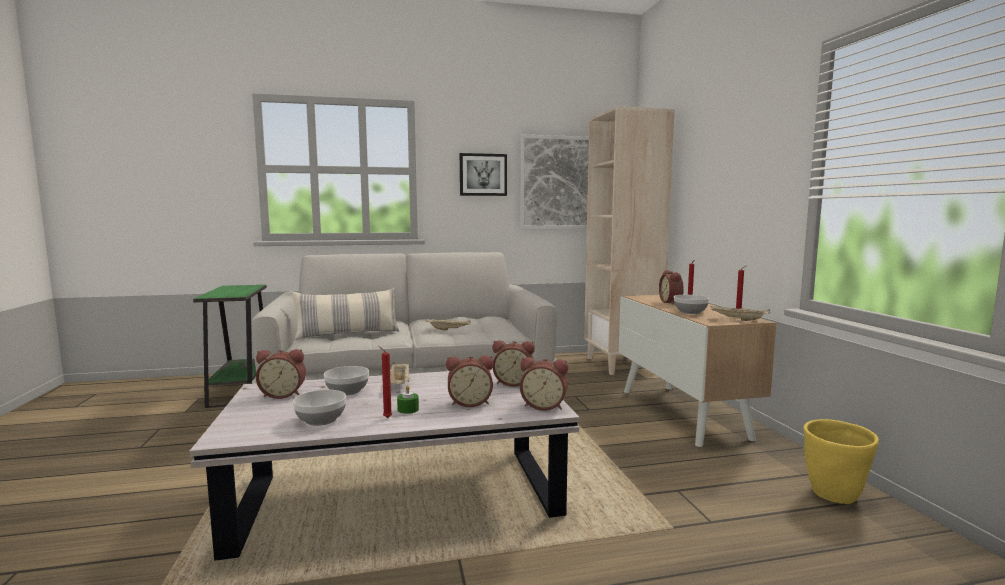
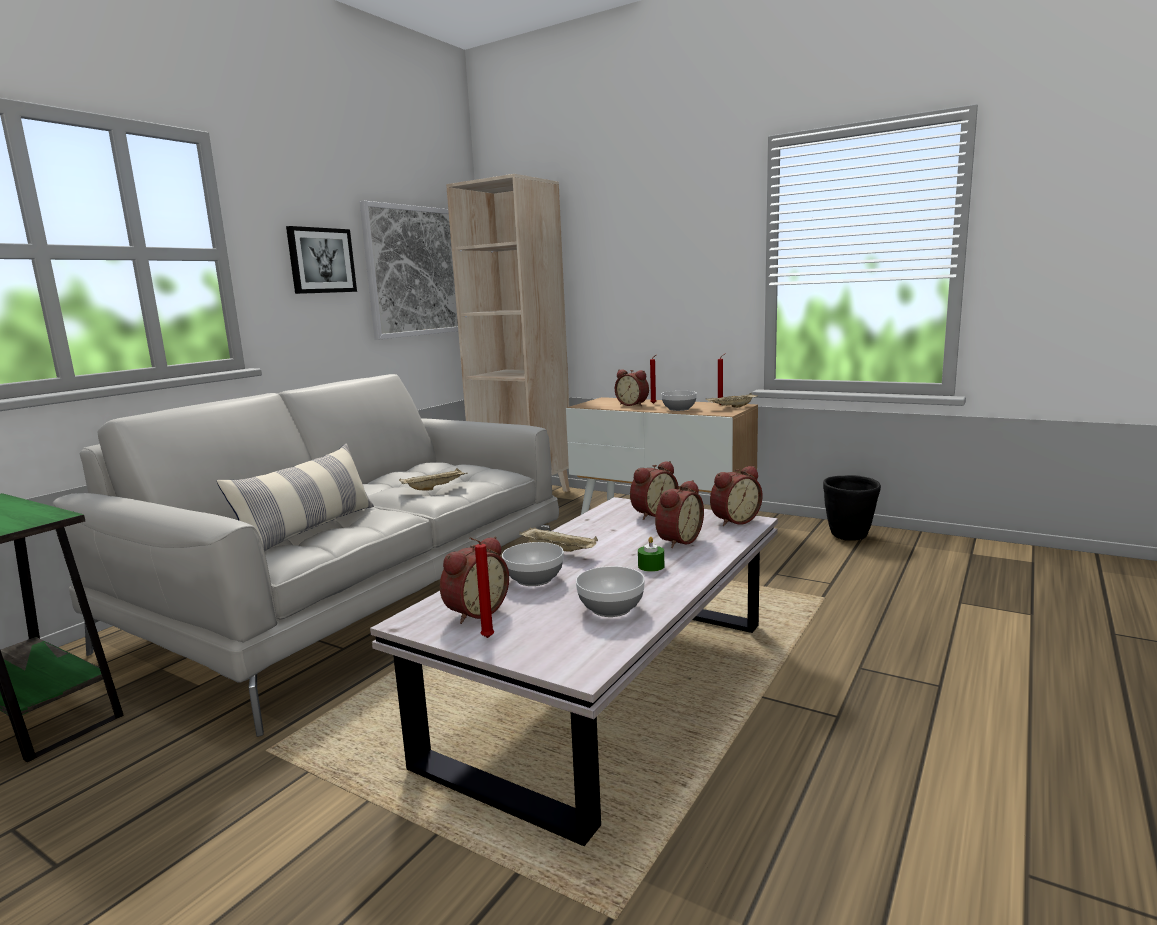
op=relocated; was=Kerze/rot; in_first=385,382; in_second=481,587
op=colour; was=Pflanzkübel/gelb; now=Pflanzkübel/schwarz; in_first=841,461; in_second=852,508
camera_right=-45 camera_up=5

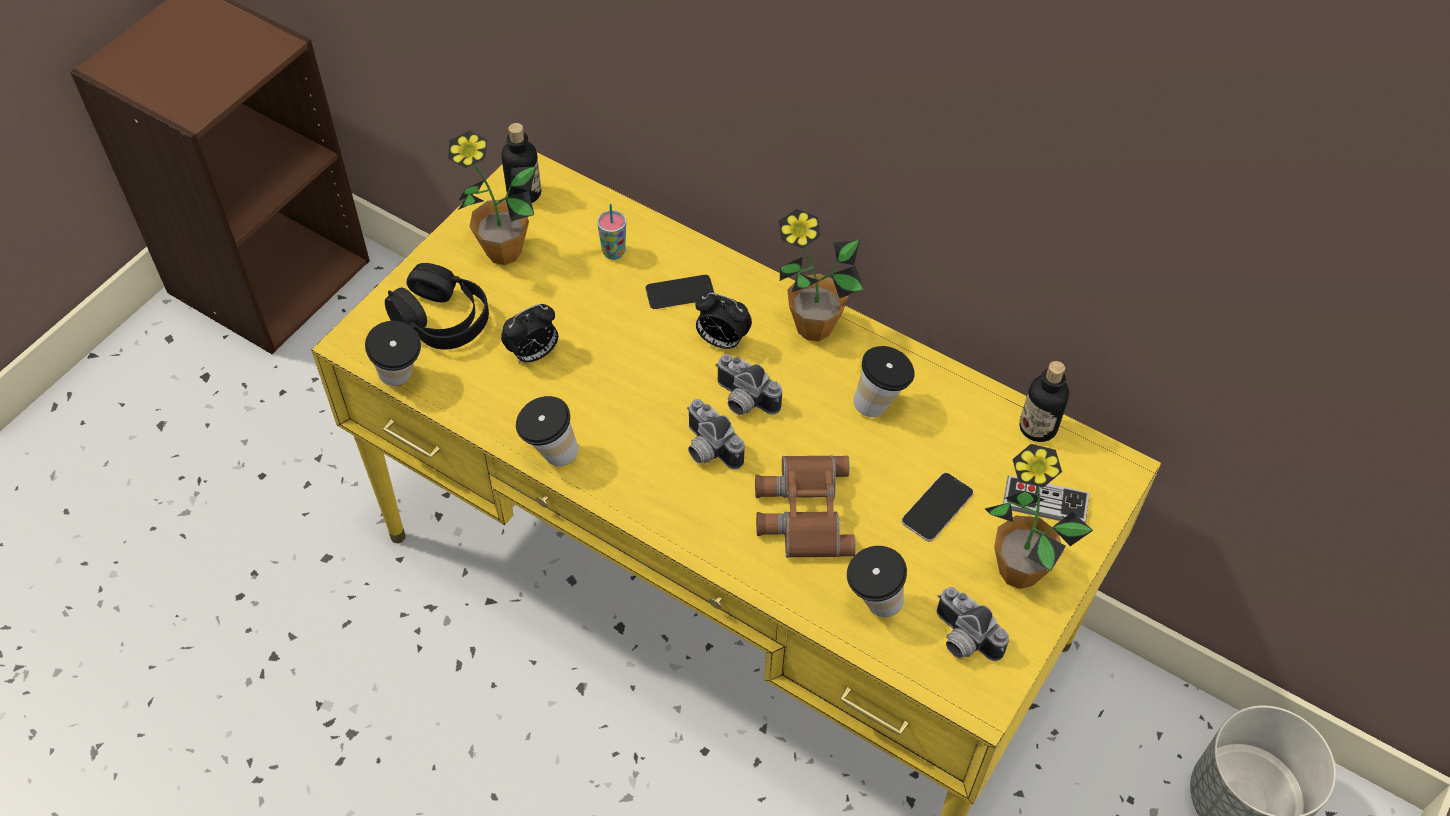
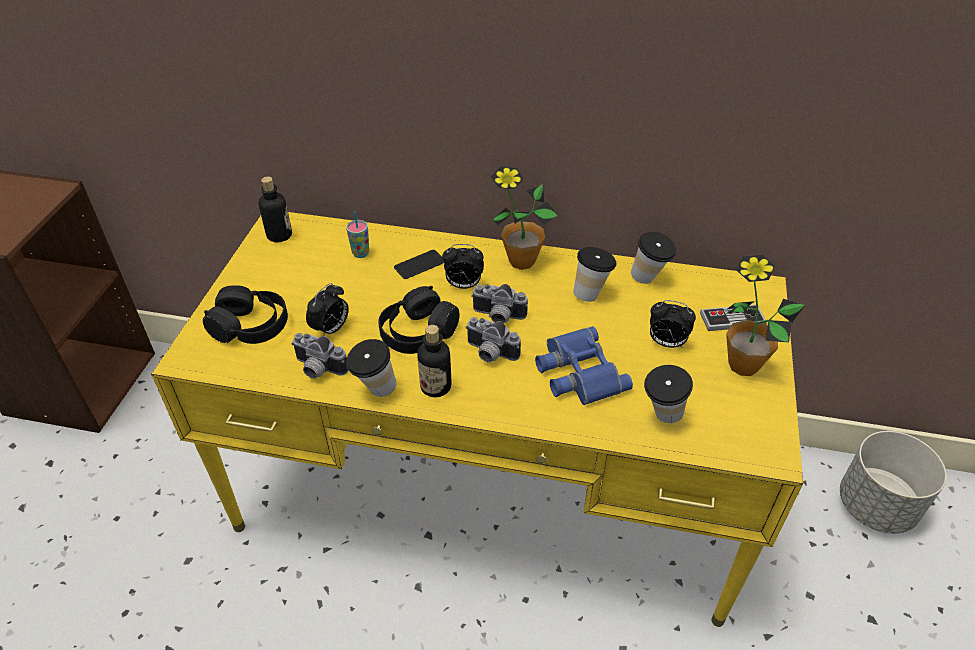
op=missing; was=Topfpflanze; in_first=492,198
op=relocated; was=Tasse; in_first=393,353; in_second=653,258
op=relocated; was=Flasche; in_first=1044,401; in_second=434,361
op=colour; was=Fernglas/braun; now=Fernglas/blau; in_first=805,506; in_second=584,365
op=exchanged; was=Handy; now=Wecker; in_first=938,507; in_second=673,324
op=relocated; was=Kamera; in_first=973,624; in_second=319,356
op=appeared; now=Kopfhörer/schwarz; in_second=419,320
camera_right=-20 camera_up=-10

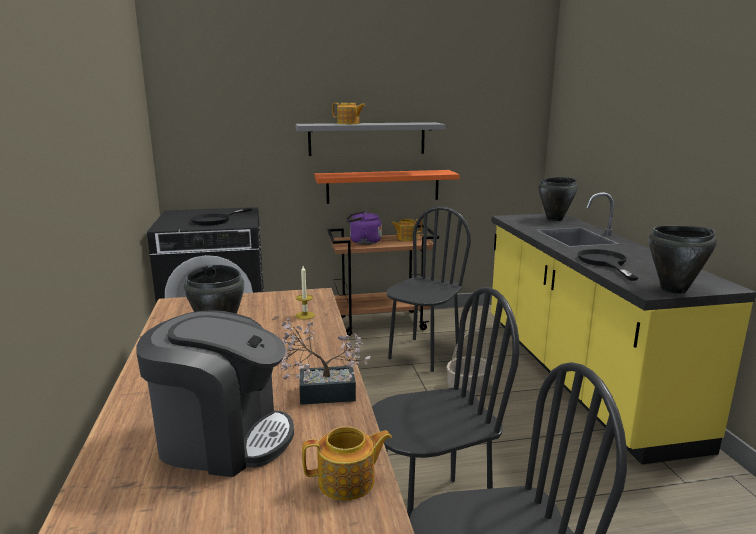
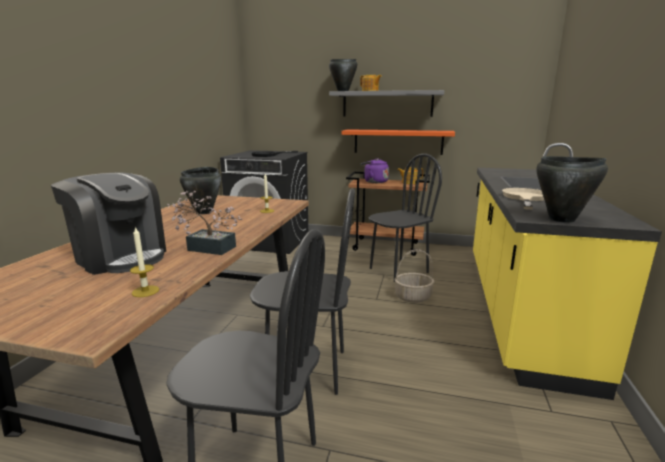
op=relocated; was=Kochtopf/schwarz; in_first=558,199; in_second=343,75
op=colour; was=Pfanne/schwarz; now=Pfanne/beige; in_first=607,265; in_second=523,199
op=exchanged; was=Teekanne; now=Kerze; in_first=347,463; in_second=144,262
camera_right=25 camera_up=0

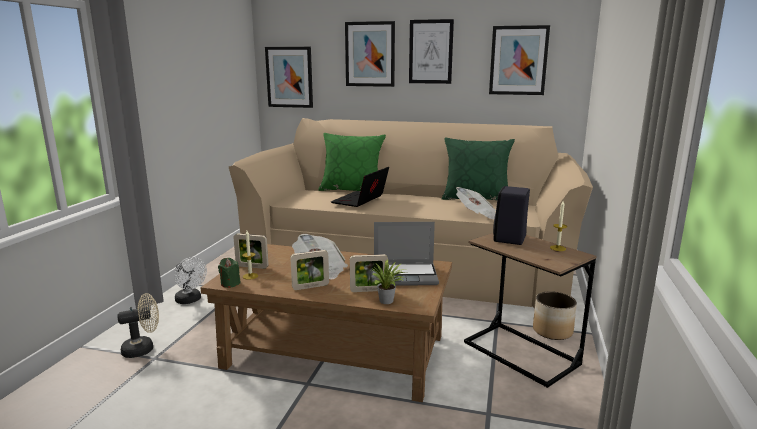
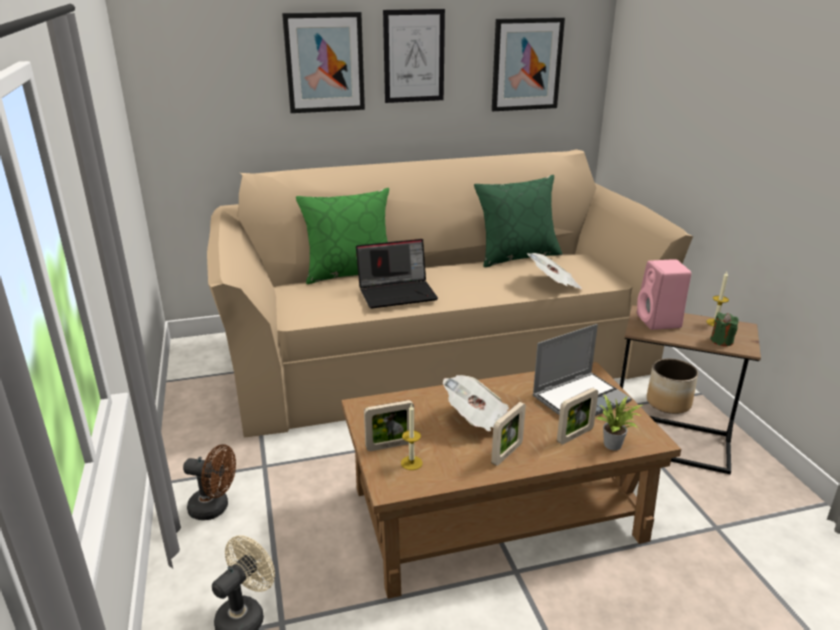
op=missing; was=Bild; in_first=289,77
op=spun; was=Laptop; in_first=360,187; in_second=397,274; clockwise=-105
op=colour; was=Lautsprecher/schwarz; now=Lautsprecher/rosa; in_first=511,215; in_second=664,294
op=colour; was=Ventilator/weiß; now=Ventilator/braun; in_first=190,280; in_second=209,482
op=relocated; was=Kerze/grün; in_first=229,273; in_second=724,329
camera_right=-30 camera_up=10

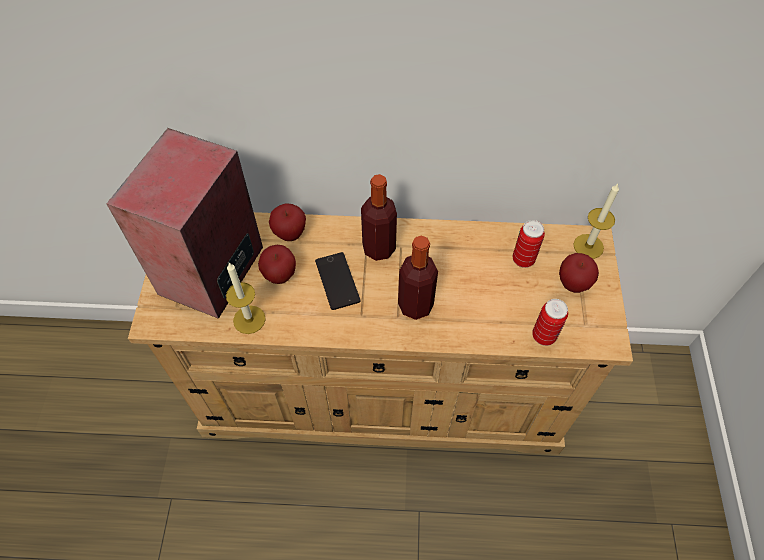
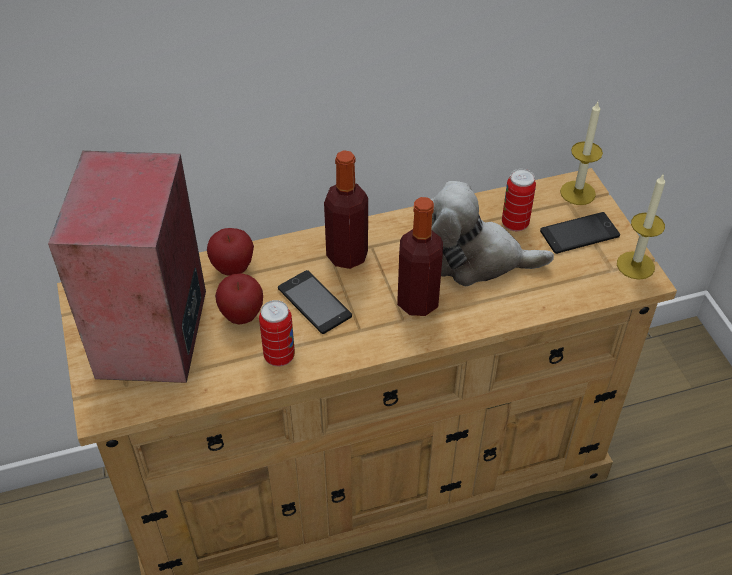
op=exchanged; was=Apfel; now=Handy; in_first=579,273; in_second=580,233
op=relocated; was=Kerze; in_first=246,298; in_second=641,226
op=relocated; was=Dose; in_first=550,322; in_second=277,333
op=appeared; now=Plüschtier; in_second=492,233
camera_right=-20 camera_up=-10

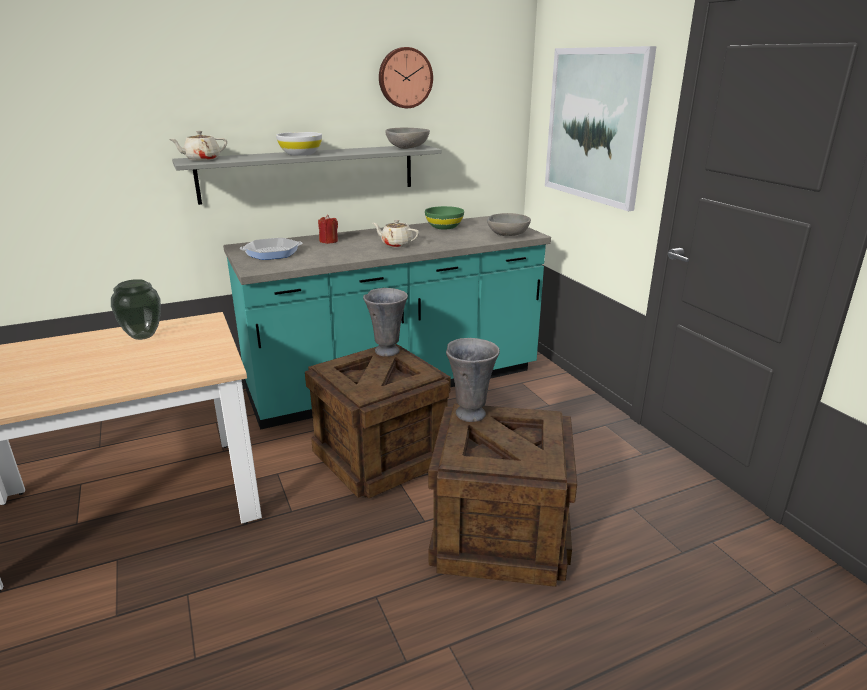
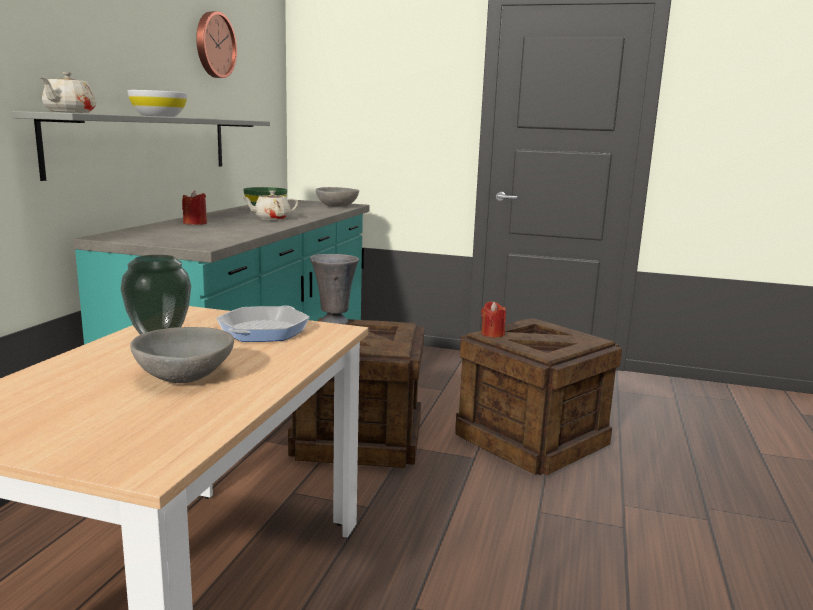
op=missing; was=Bild; in_first=601,128
op=relocated; was=Schüssel/grau; in_first=407,138; in_second=182,355
op=relocated; was=Pfanne; in_first=270,249; in_second=263,324
op=exchanged; was=Vase/grau; now=Kerze/rot; in_first=473,380; in_second=493,319
camera_right=-50 camera_up=-10

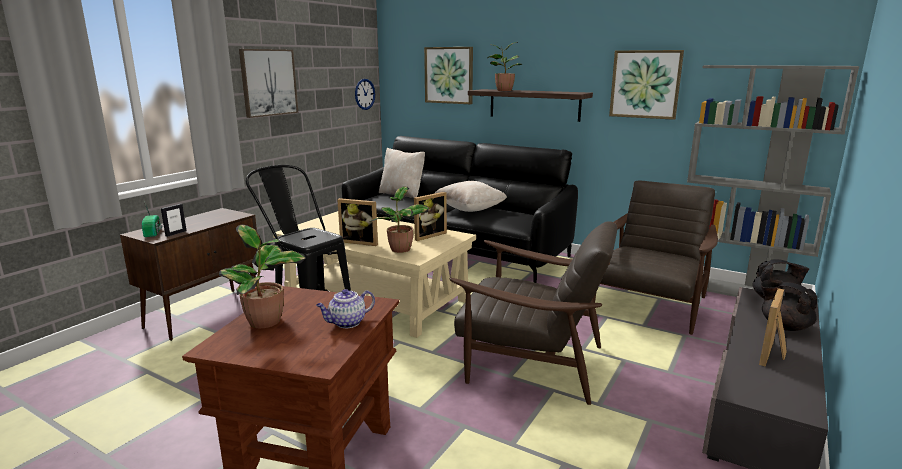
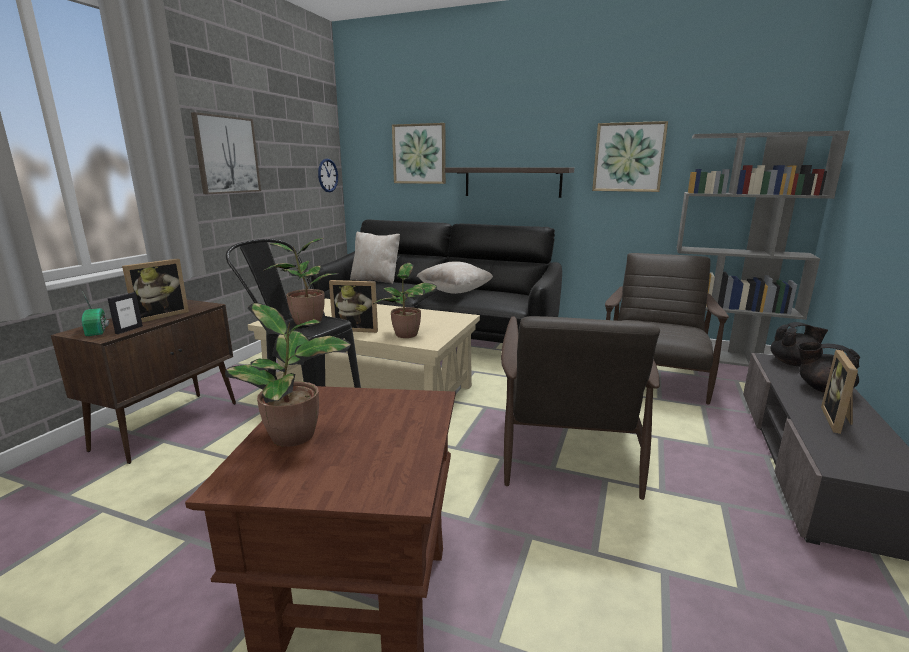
op=relocated; was=Topfpflanze; in_first=504,66; in_second=301,281
op=relocated; was=Bilderrahmen; in_first=430,216; in_second=155,290
op=spun; was=Sessel/braun; in_first=533,313; in_second=580,408; clockwise=90
op=missing; was=Teekanne; in_first=345,308
camera_right=-10 camera_up=0

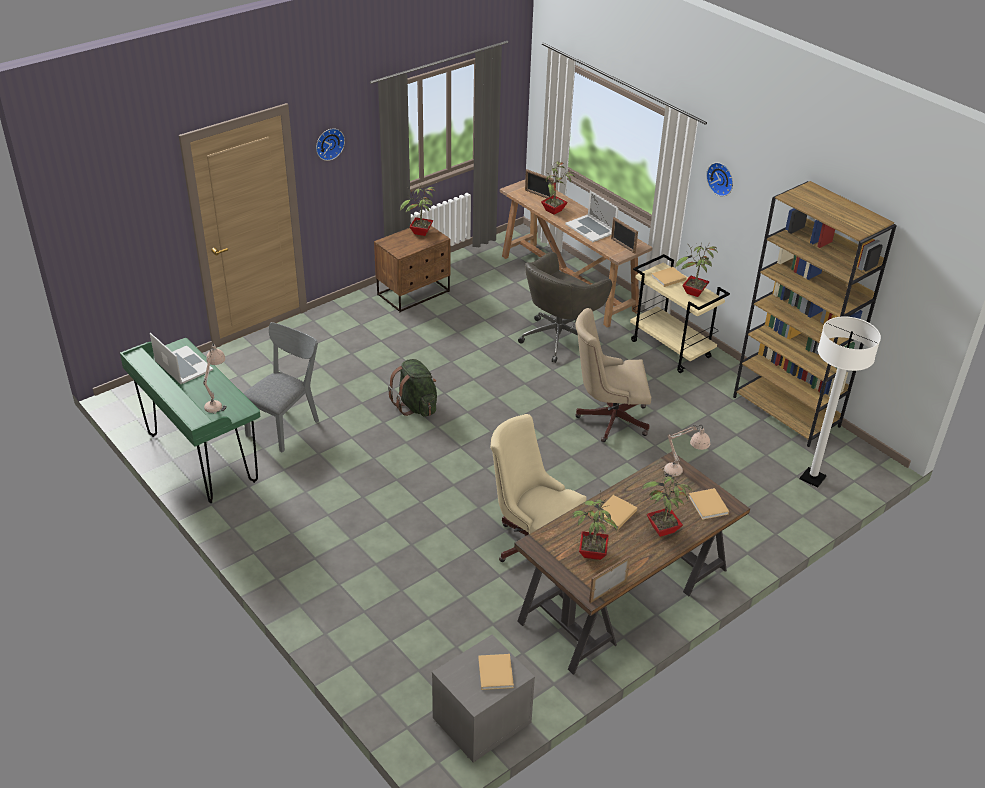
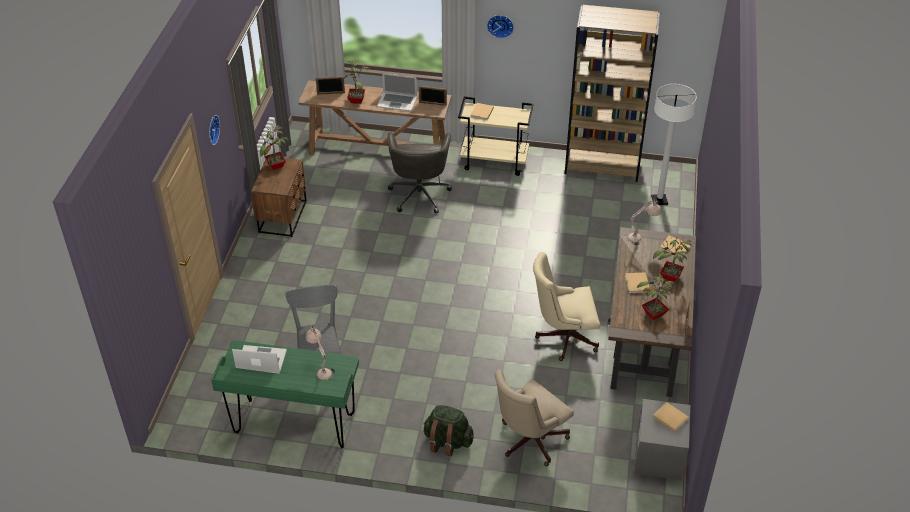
op=missing; was=Topfpflanze; in_first=696,270
op=relocated; was=Bürostuhl/beige; in_first=613,375; in_second=534,418
op=relocated; was=Rucksack/grün; in_first=412,388; in_second=448,430
camera_right=-40 camera_up=5

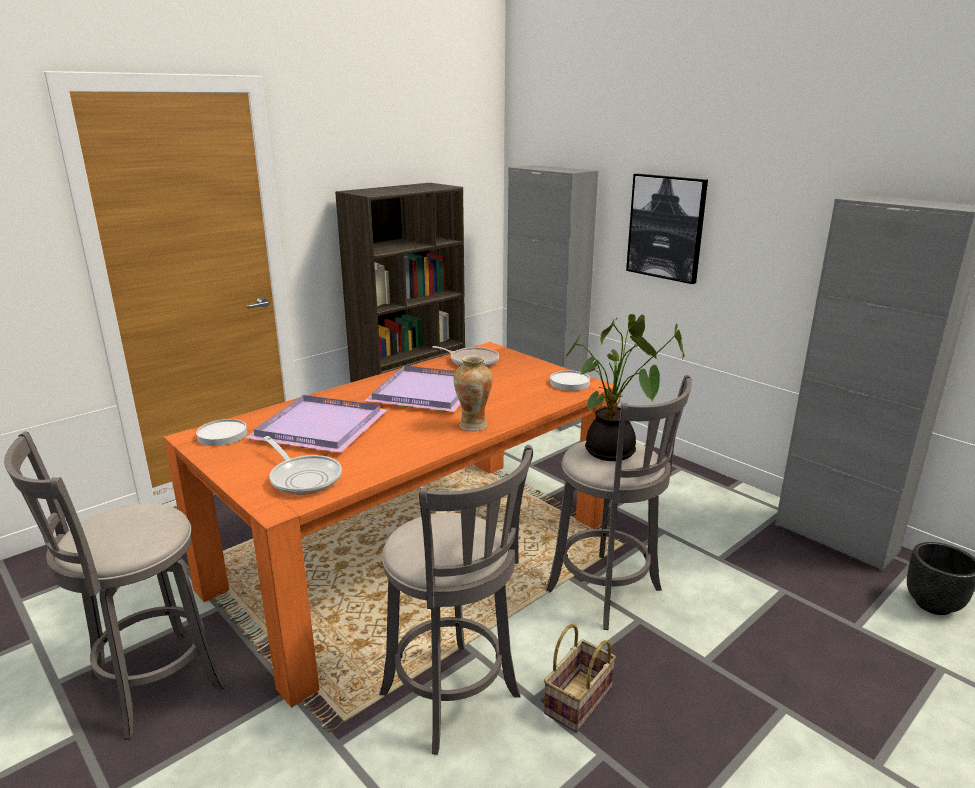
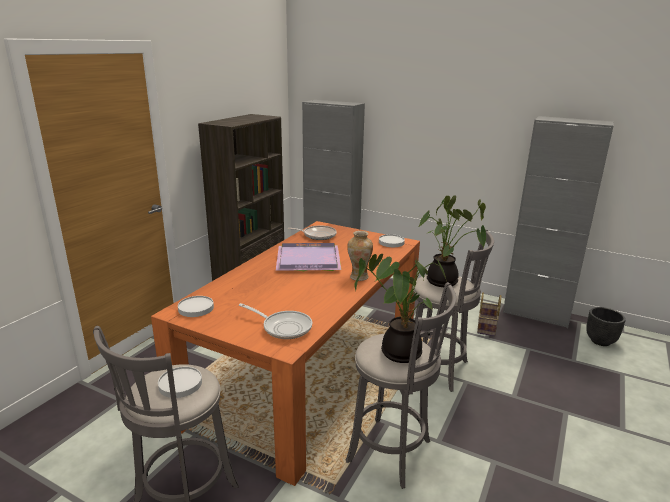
op=missing; was=Bild; in_first=667,229
op=missing; was=Tablett/lila; in_first=316,424
op=relocated; was=Korb; in_first=580,678; in_second=489,314
op=appeared; now=Topfpflanze; in_second=401,308
op=appeared; now=Teller/weiß; in_second=180,382
camera_right=-20 camera_up=0

